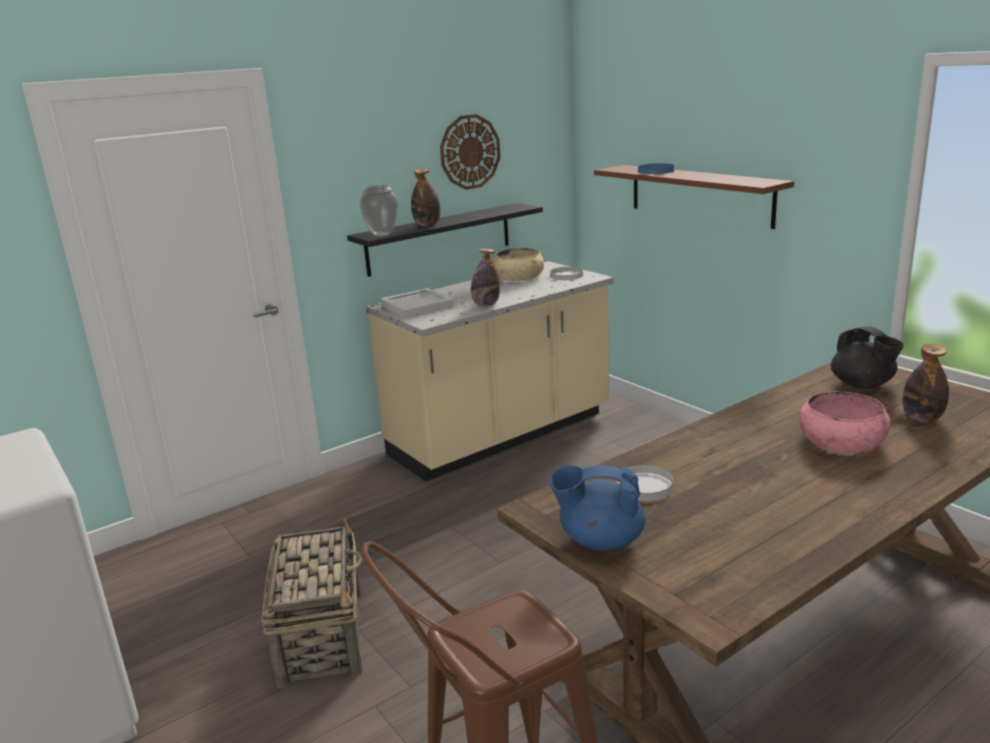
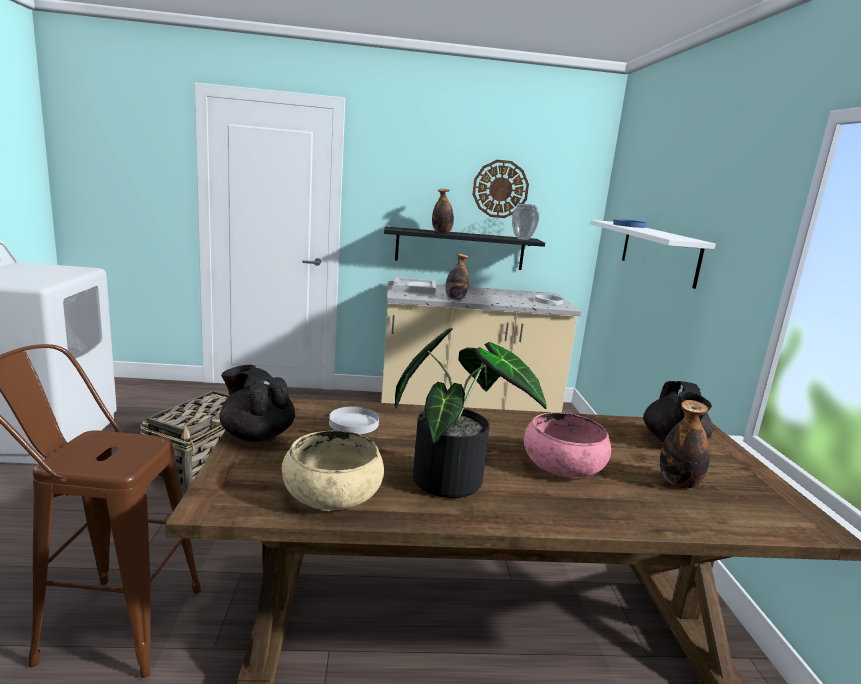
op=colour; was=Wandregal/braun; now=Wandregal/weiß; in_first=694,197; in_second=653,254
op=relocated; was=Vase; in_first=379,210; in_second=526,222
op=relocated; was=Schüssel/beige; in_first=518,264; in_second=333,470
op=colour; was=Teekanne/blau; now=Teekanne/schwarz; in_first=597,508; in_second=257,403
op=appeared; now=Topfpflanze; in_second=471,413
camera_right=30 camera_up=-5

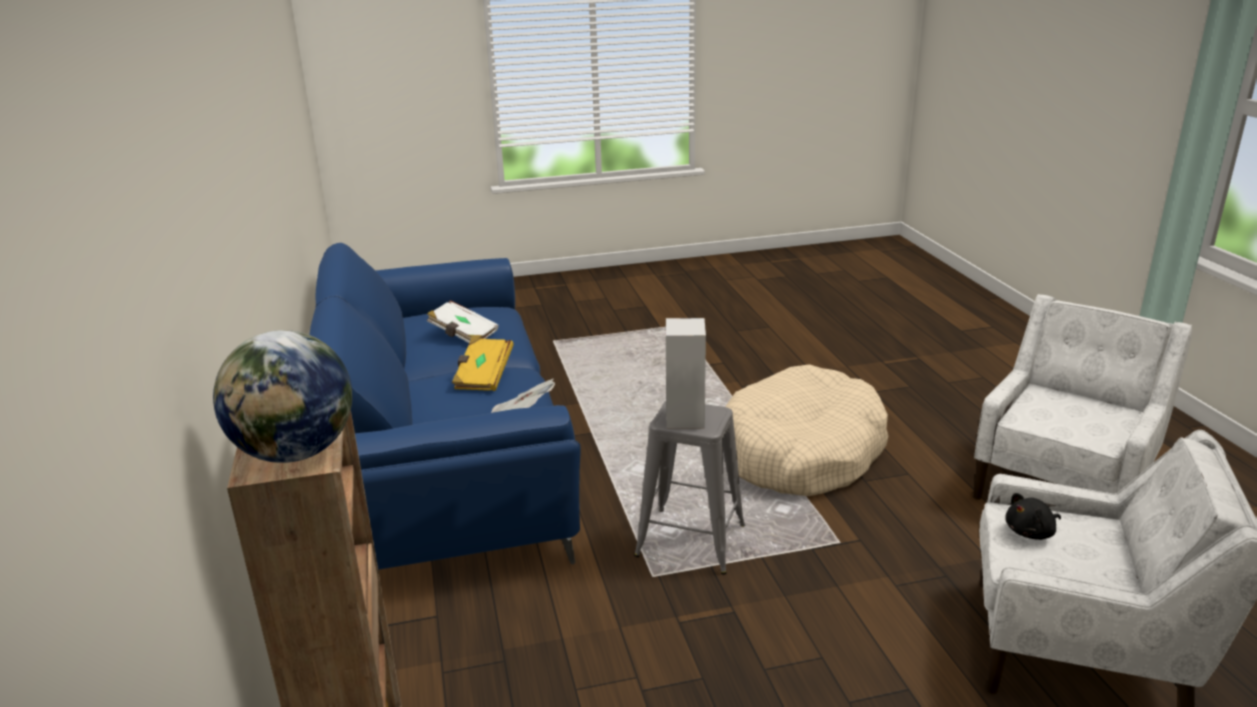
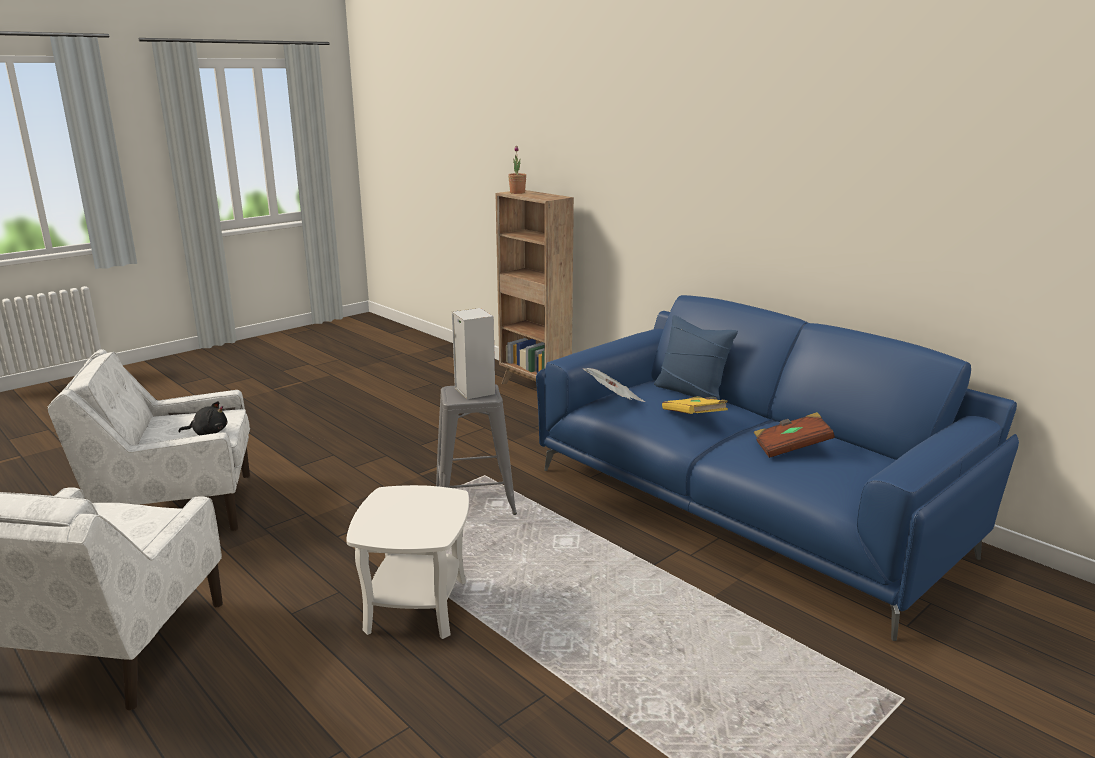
op=colour; was=Buch/weiß; now=Buch/braun; in_first=463,321; in_second=794,435
op=exchanged; was=Globus; now=Topfpflanze; in_first=283,396; in_second=517,170
op=exchanged; was=Hundebett/beige; now=Beistelltisch/weiß; in_first=806,430; in_second=407,562
op=spun; was=Plüschtier/schwarz; in_first=1033,516; in_second=203,418; clockwise=45
op=appeared; now=Kissen/blau; in_second=696,357
camera_right=150 camera_up=-5

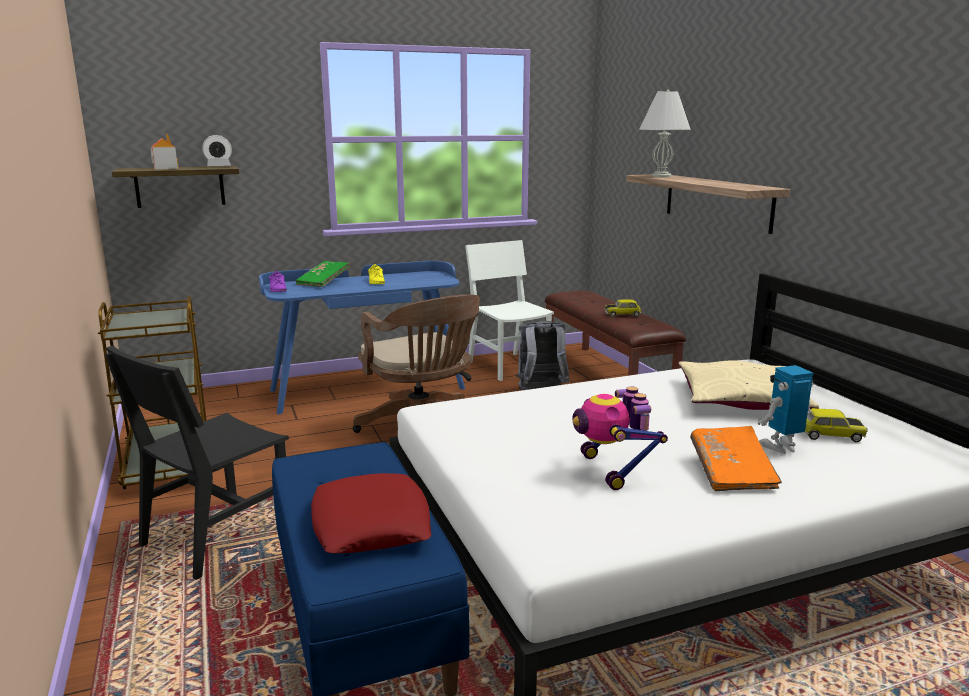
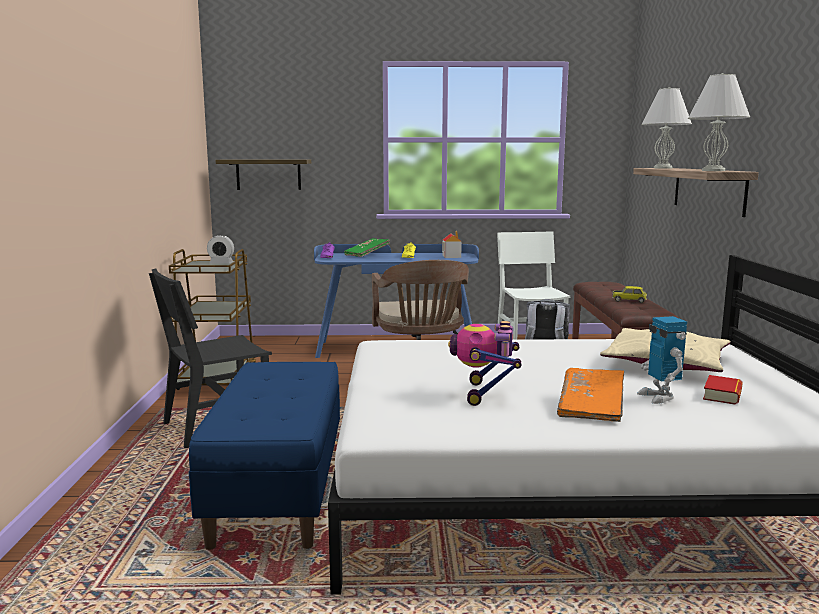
op=relocated; was=Spielzeughaus; in_first=164,151; in_second=452,244
op=relocated; was=Wecker; in_first=217,150; in_second=220,249
op=spun; was=Spielzeugroboter; in_first=786,409; in_second=662,360; clockwise=-105
op=exchanged; was=Spielzeugauto; now=Buch; in_first=836,425; in_second=723,390
op=missing; was=Kissen/rot; in_first=371,513
op=appeared; now=Tischlampe/weiß; in_second=719,122
camera_right=20 camera_up=-5

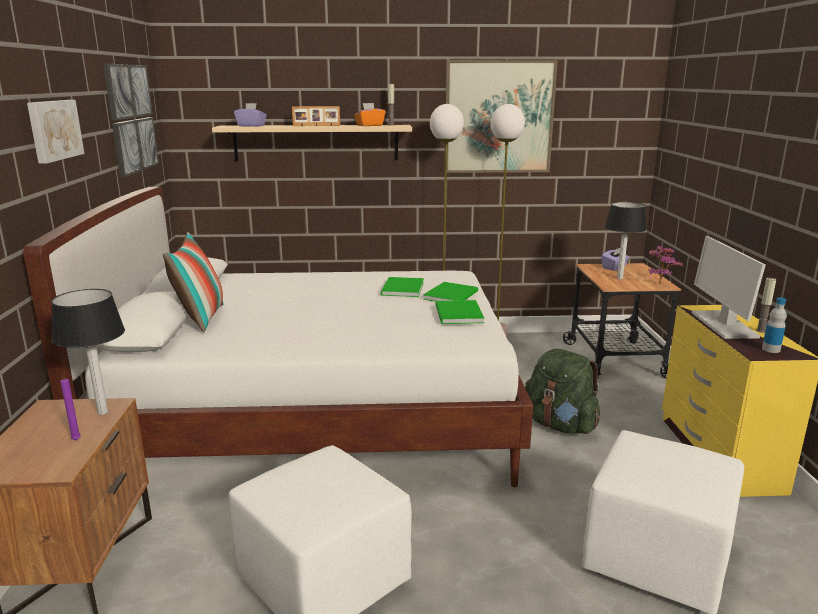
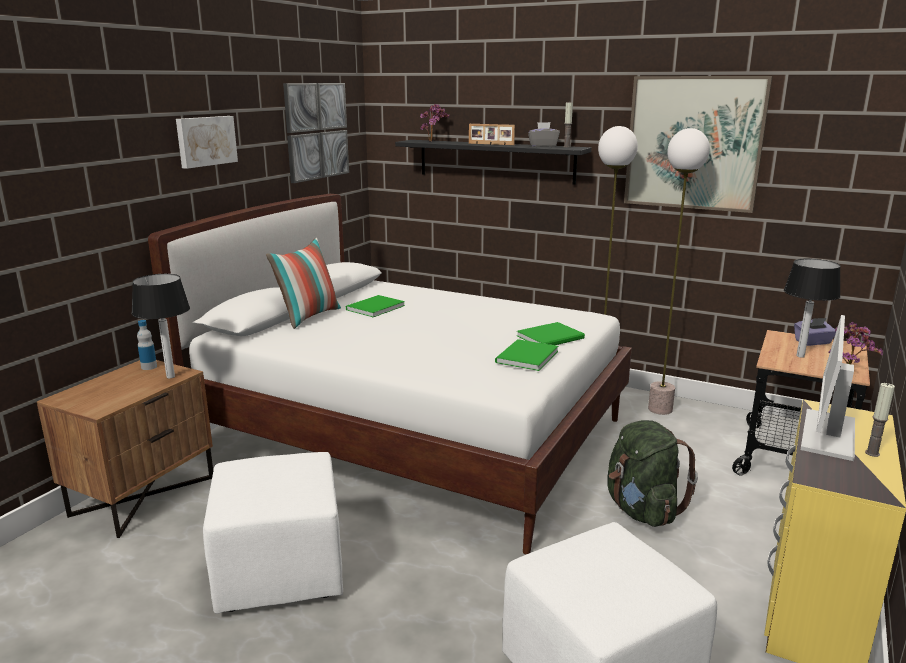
op=exchanged; was=Taschentuchbox/lila; now=Topfpflanze; in_first=250,115; in_second=434,123
op=colour; was=Taschentuchbox/orange; now=Taschentuchbox/grau; in_first=369,114; in_second=544,134
op=colour; was=Wandregal/beige; now=Wandregal/schwarz; in_first=312,143; in_second=493,162
op=relocated; was=Buch/grün; in_first=402,287; in_second=375,306
op=relocated; was=Flasche; in_first=774,325; in_second=147,345
op=missing; was=Kerze/lila; in_first=70,408
camera_right=30 camera_up=0

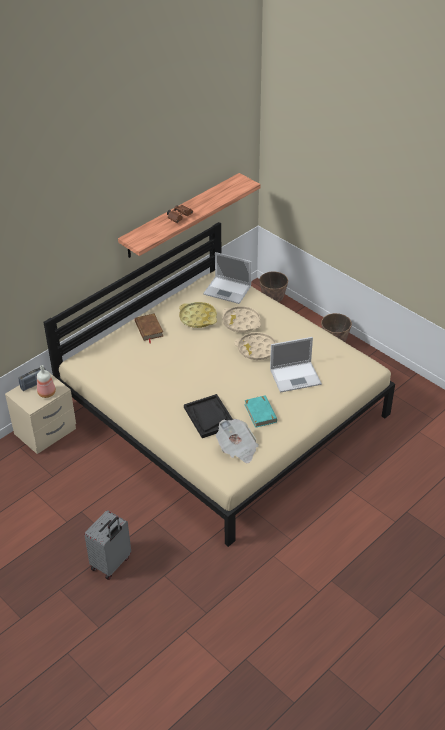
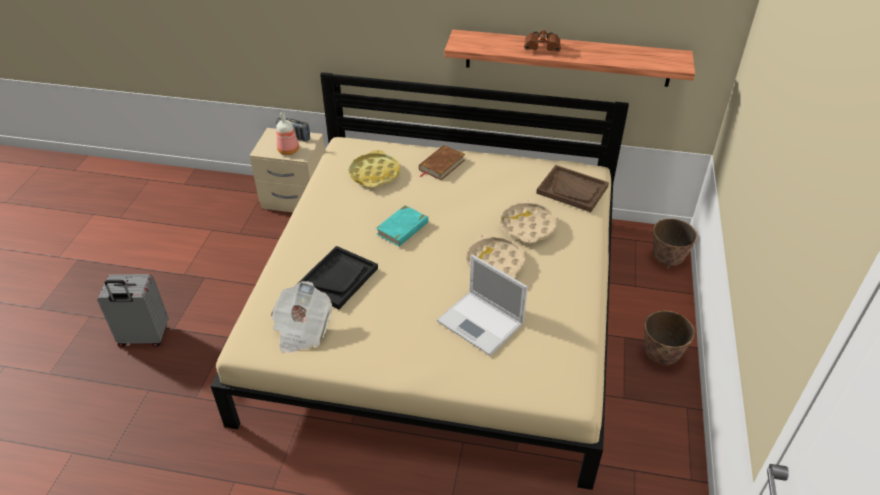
op=exchanged; was=Laptop; now=Tablett/braun; in_first=227,278; in_second=572,188
op=relocated; was=Tablett/gelb; in_first=198,315; in_second=374,169
op=relocated; was=Buch/türkis; in_first=260,411; in_second=402,225
camera_right=55 camera_up=0

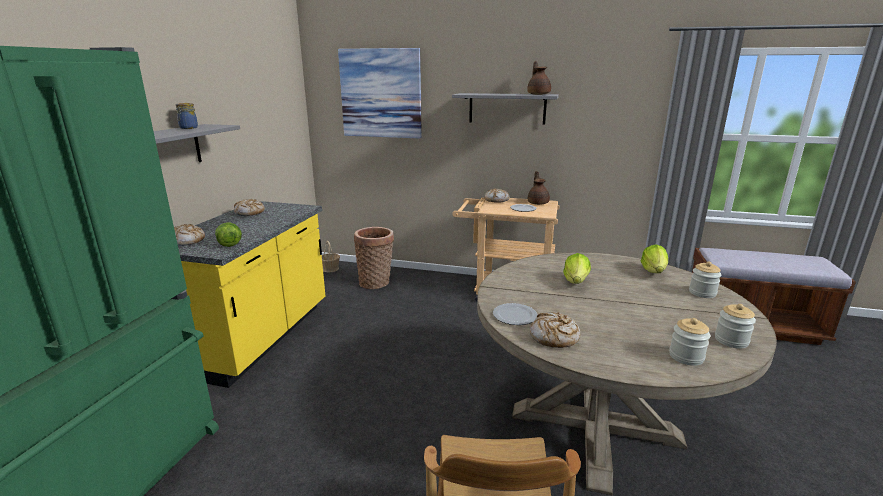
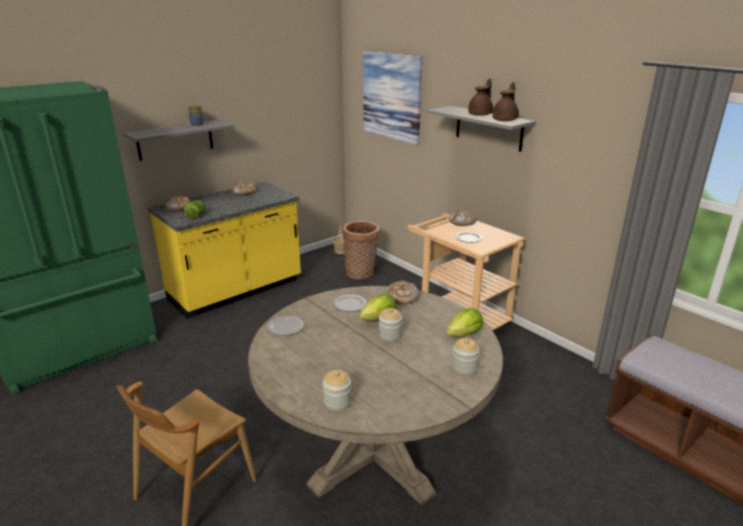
op=relocated; was=Teekanne/braun; in_first=539,188; in_second=480,97
op=relocated; was=Vorratsglas; in_first=735,326; in_second=390,324
op=relocated; was=Brot; in_first=555,330; in_second=402,292
op=appeared; now=Teller; in_second=350,303
camera_right=35 camera_up=5

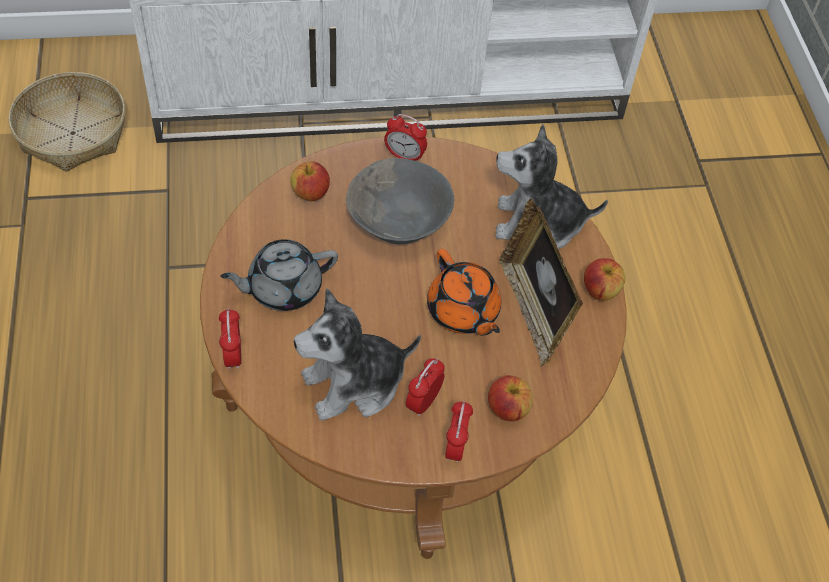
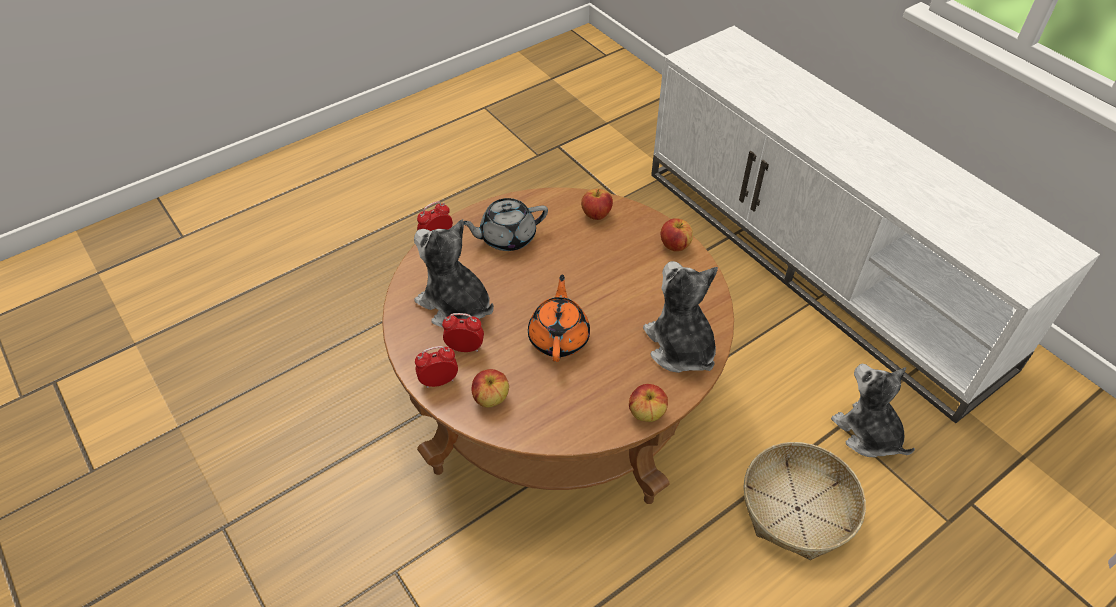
op=relocated; was=Korb; in_first=66,122; in_second=804,501
op=exchanged; was=Wecker; now=Apfel; in_first=405,137; in_second=677,235
op=missing; was=Schüssel/grau; in_first=400,201
op=missing; was=Bilderrahmen; in_first=541,283
op=spun; was=Teekanne/grau; in_first=279,275; in_second=506,224; clockwise=-60
op=spun; was=Teekanne/orange; in_first=464,292; in_second=559,318; clockwise=150
op=appeared; now=Plüschtier; in_second=873,410
camera_right=65 camera_up=-5

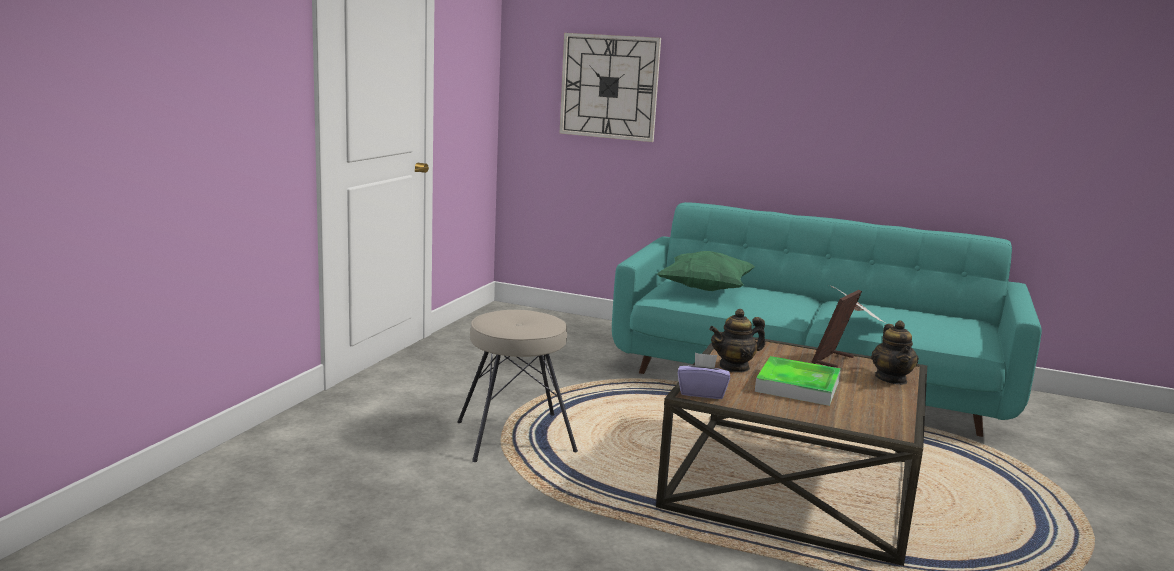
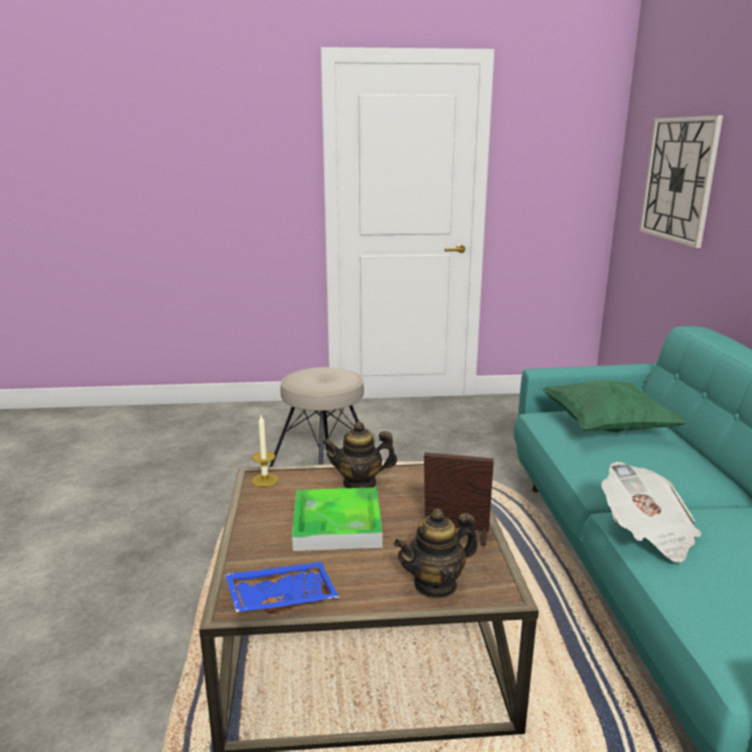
op=spun; was=Teekanne; in_first=737,341; in_second=359,455; clockwise=-45
op=exchanged; was=Taschentuchbox/lila; now=Kerze; in_first=704,376; in_second=265,451
op=appeared; now=Tablett/blau; in_second=282,587
camera_right=65 camera_up=5

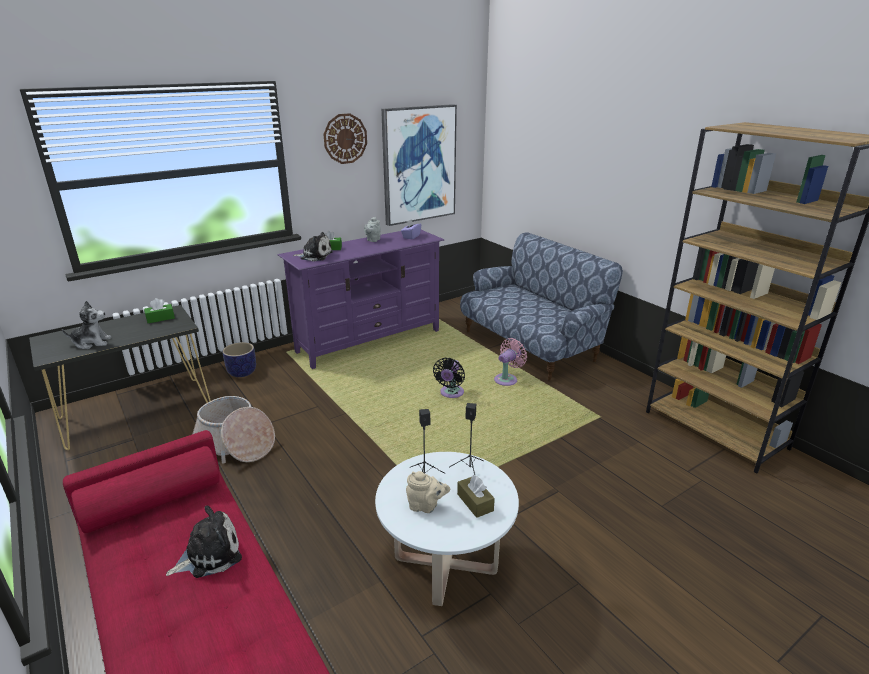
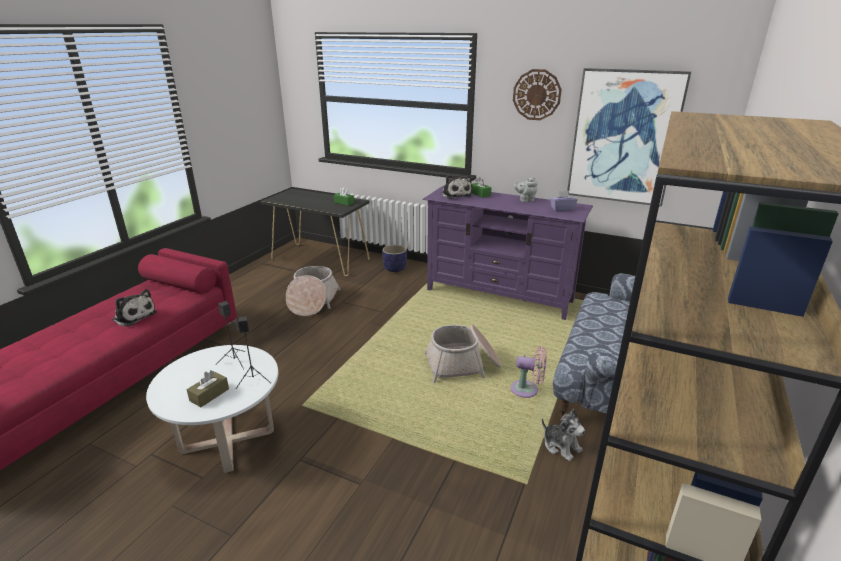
op=relocated; was=Plüschtier; in_first=86,325; in_second=563,435
op=exchanged; was=Ventilator/schwarz; now=Korb; in_first=449,378; in_second=462,354
op=missing; was=Teekanne/beige; in_first=428,492
camera_right=60 camera_up=0

